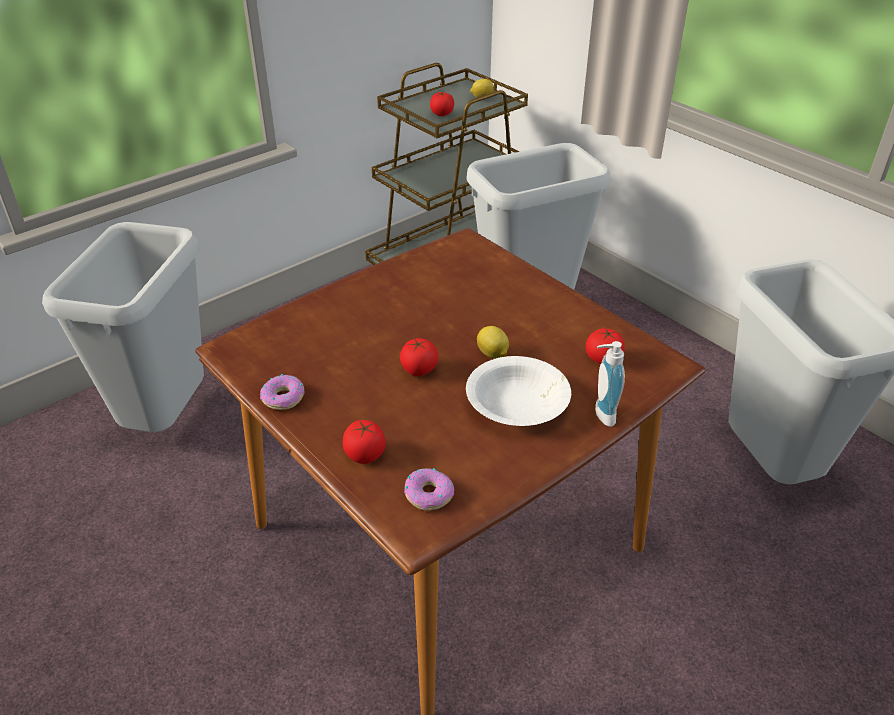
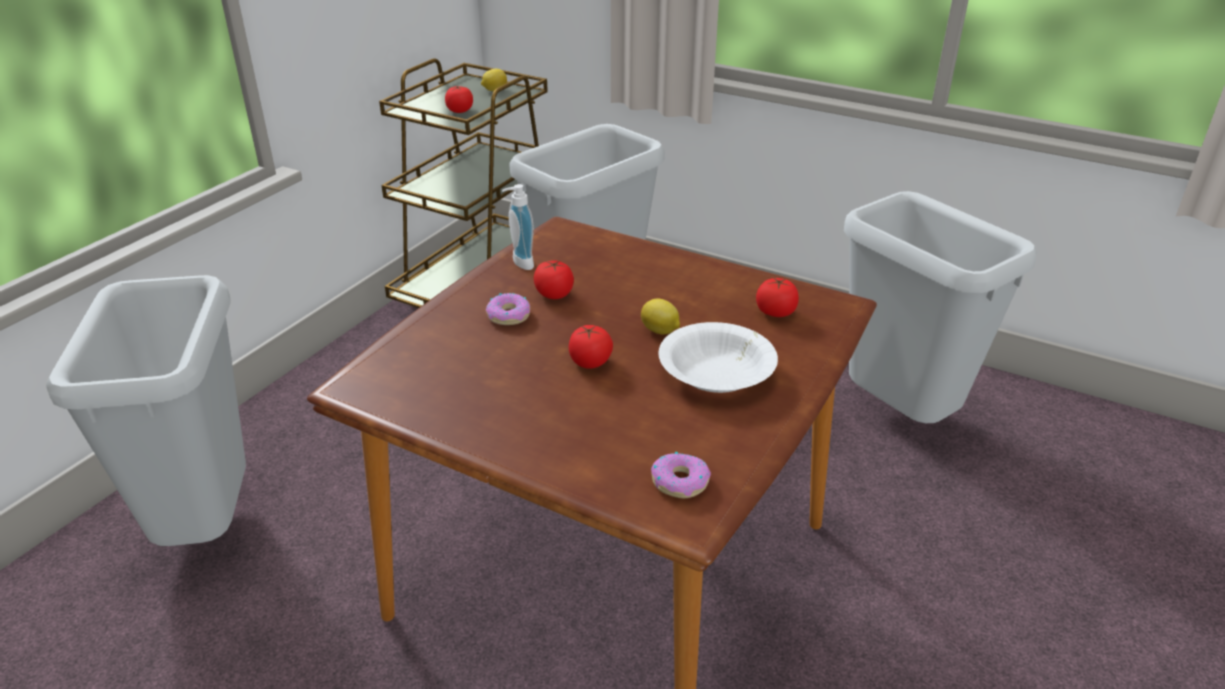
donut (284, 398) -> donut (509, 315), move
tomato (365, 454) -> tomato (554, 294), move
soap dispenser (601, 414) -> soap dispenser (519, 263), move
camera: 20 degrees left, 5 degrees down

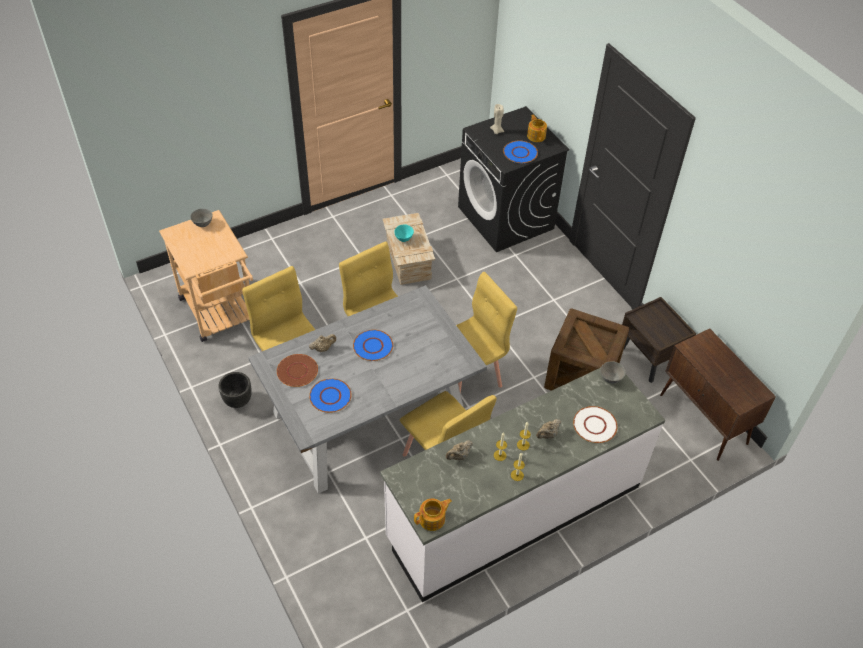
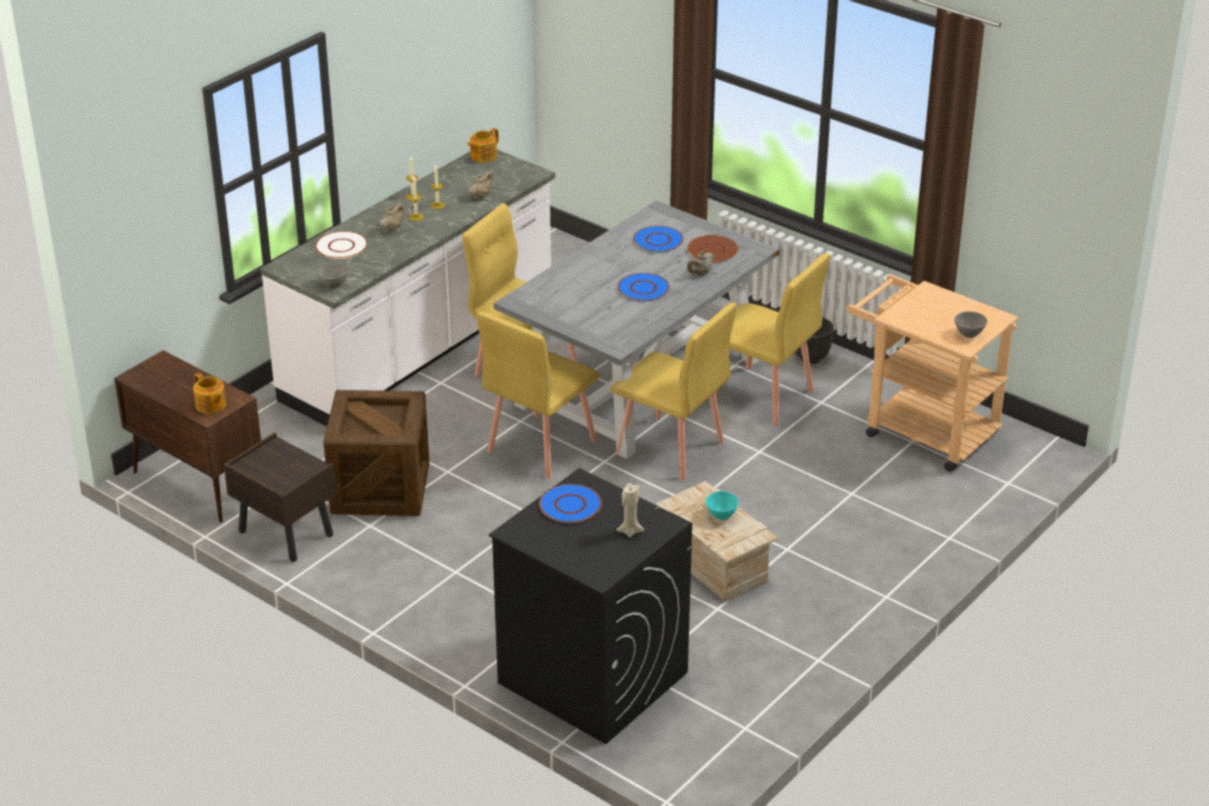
teapot (536, 136) -> teapot (211, 405), move
camera: 160 degrees right, 15 degrees down

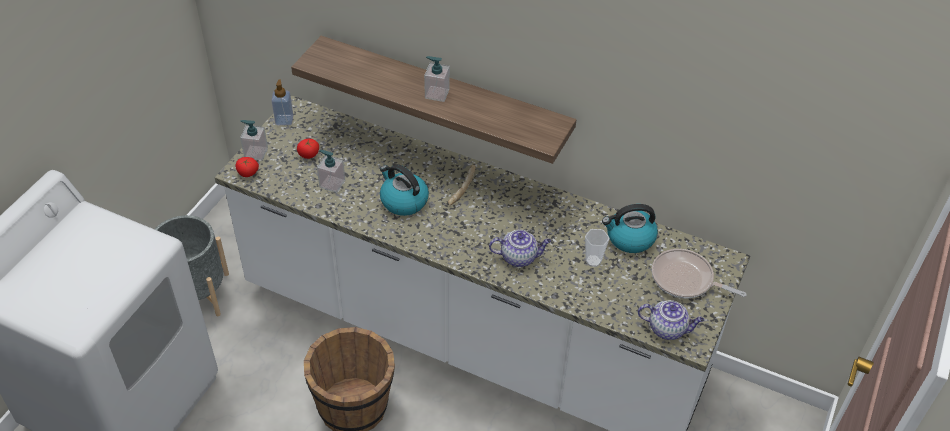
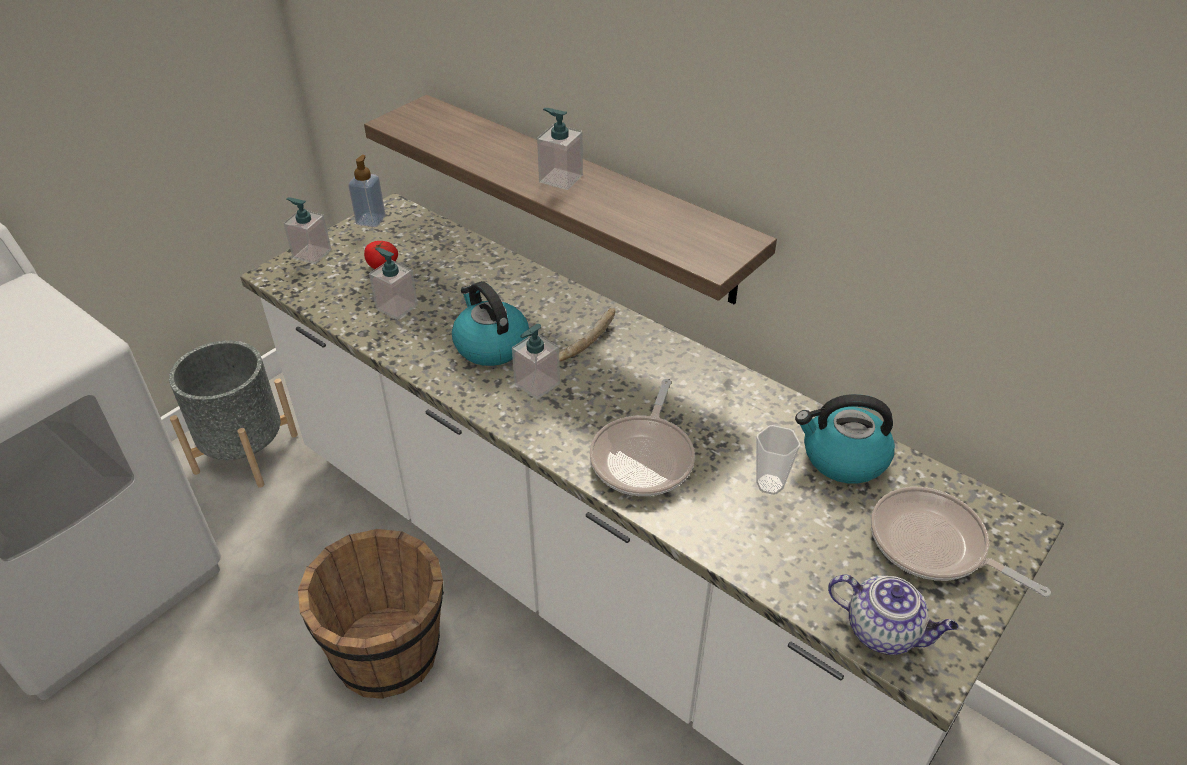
tomato (247, 173) -> none
none -> soap dispenser (537, 384)
teapot (519, 257) -> frying pan (644, 457)
camera: 15 degrees right, 5 degrees down

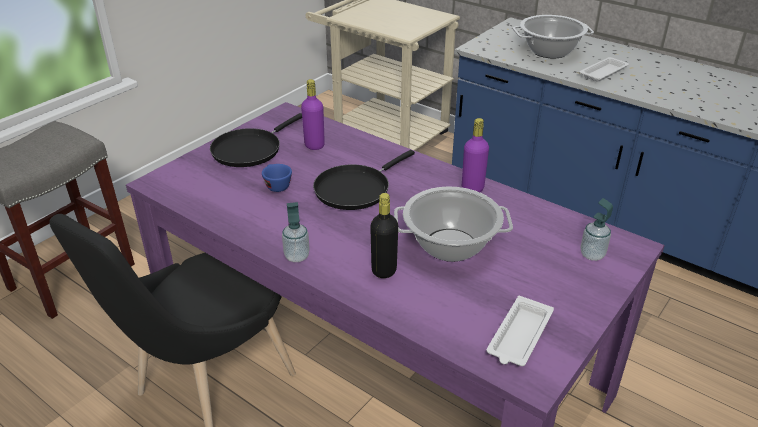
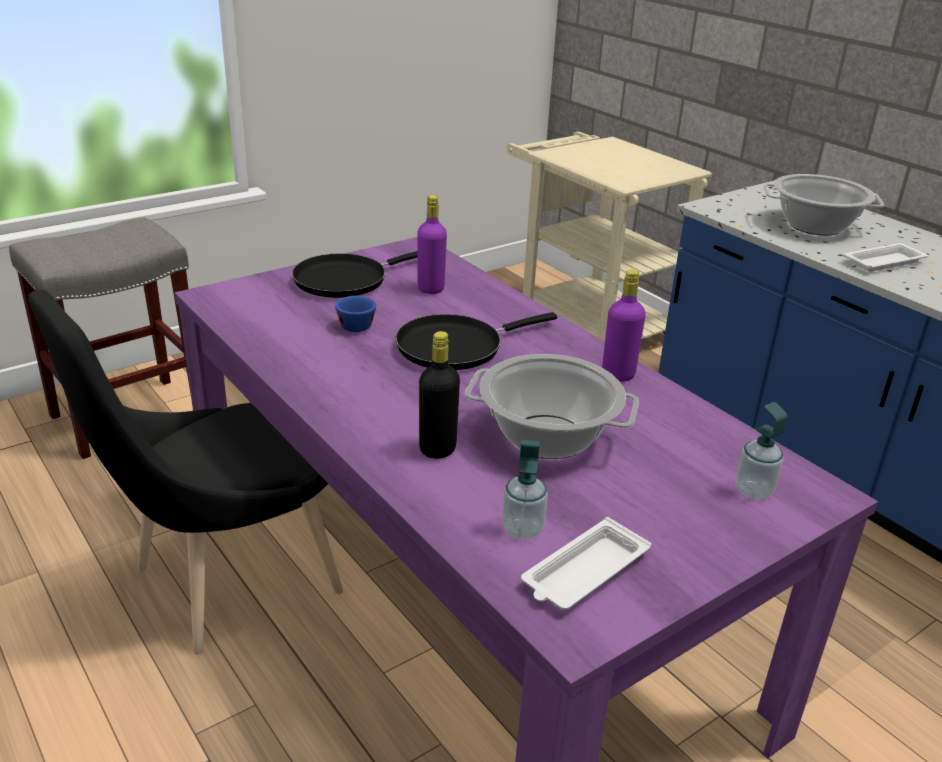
soap dispenser (297, 256) -> soap dispenser (522, 530), move
camera: 15 degrees right, 5 degrees down

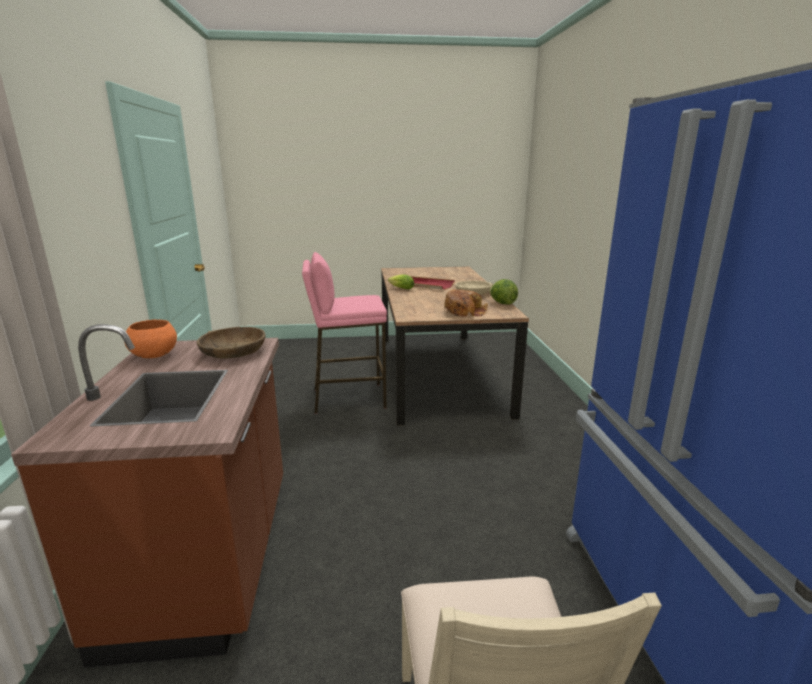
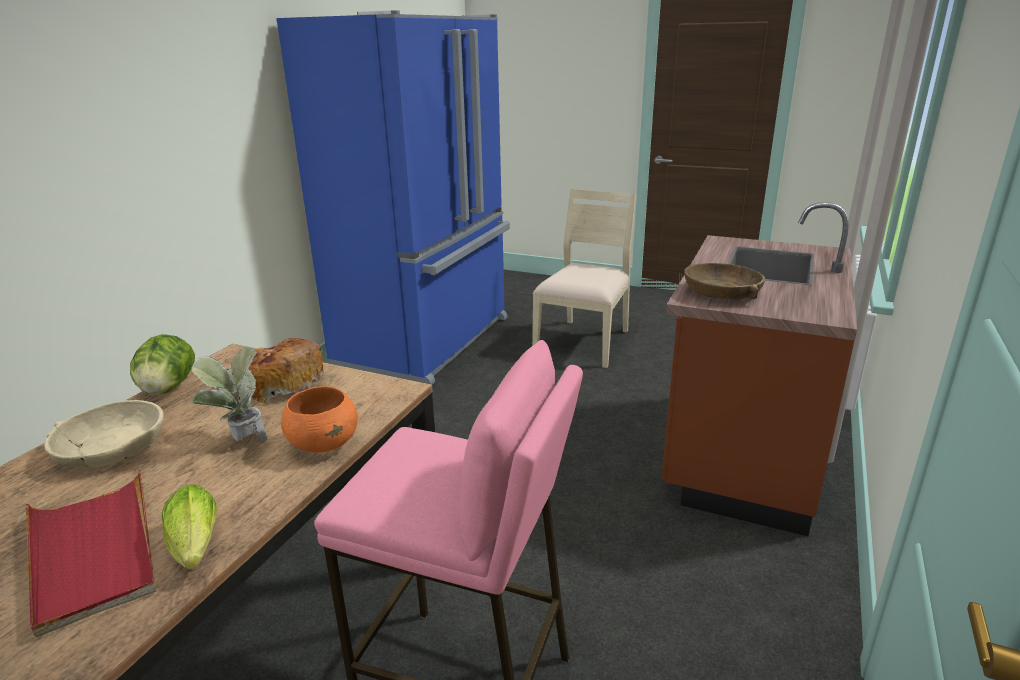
none -> potted plant (242, 443)
orange bowl (154, 356) -> orange bowl (324, 443), move
camera: 150 degrees left, 5 degrees up

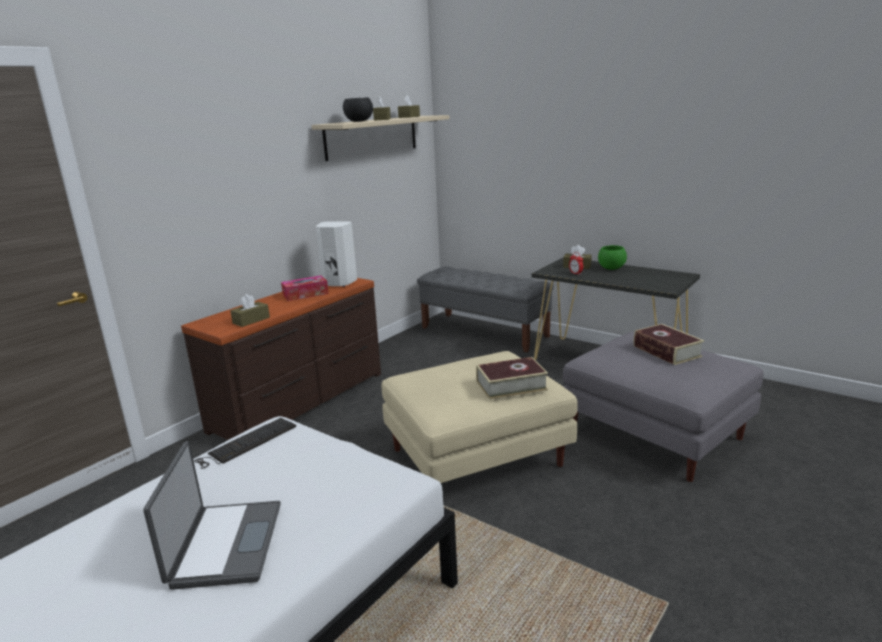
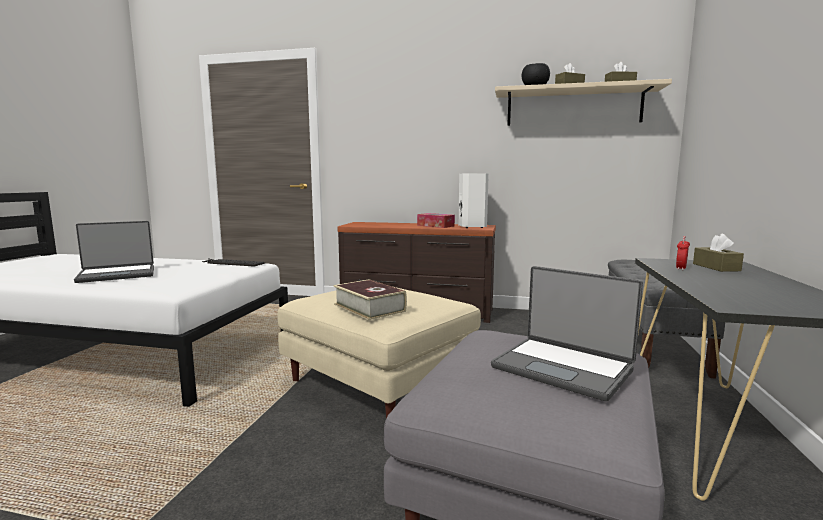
brown tissue box (251, 320) -> none
green bowl (611, 268) -> none
book (666, 351) -> laptop (563, 368)
camera: 65 degrees right, 10 degrees down

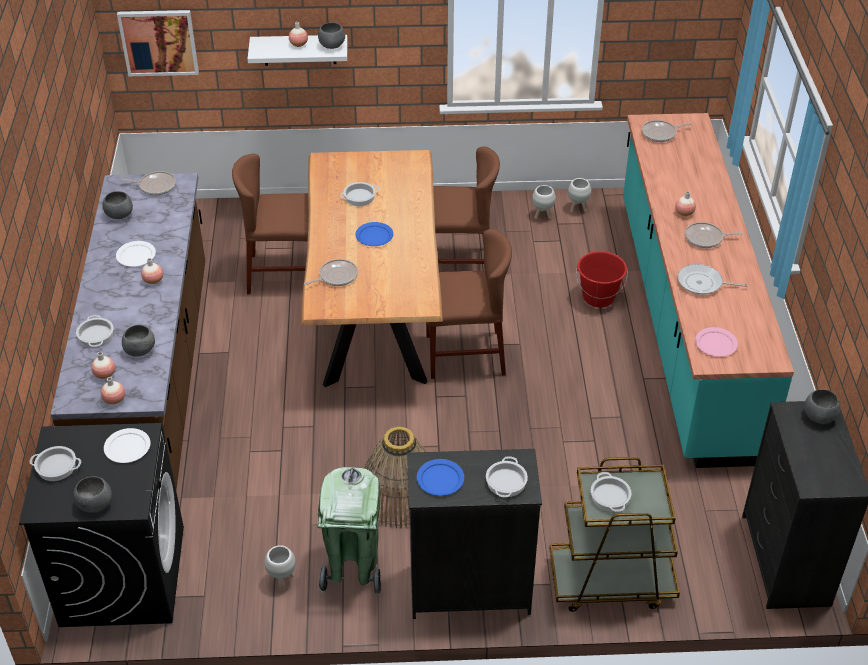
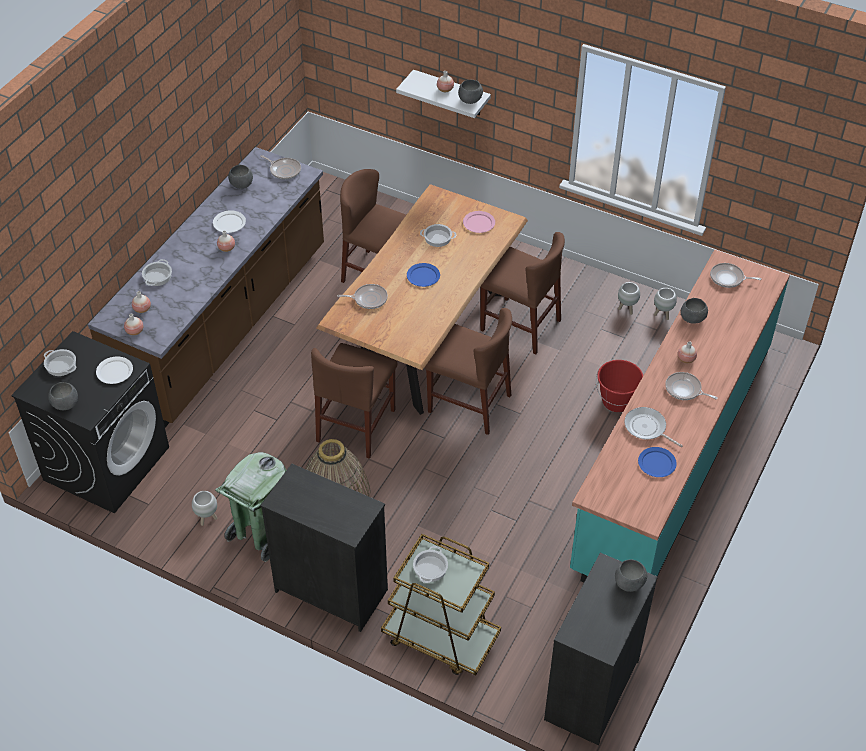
picture (159, 42) -> none
cooking pot (506, 482) -> none
none -> brown chair (356, 425)
grey bowl (140, 351) -> grey bowl (692, 319), move
blue plate (440, 479) -> blue plate (656, 463), move
pink plate (715, 344) -> pink plate (478, 223), move
camera: 30 degrees right, 5 degrees up

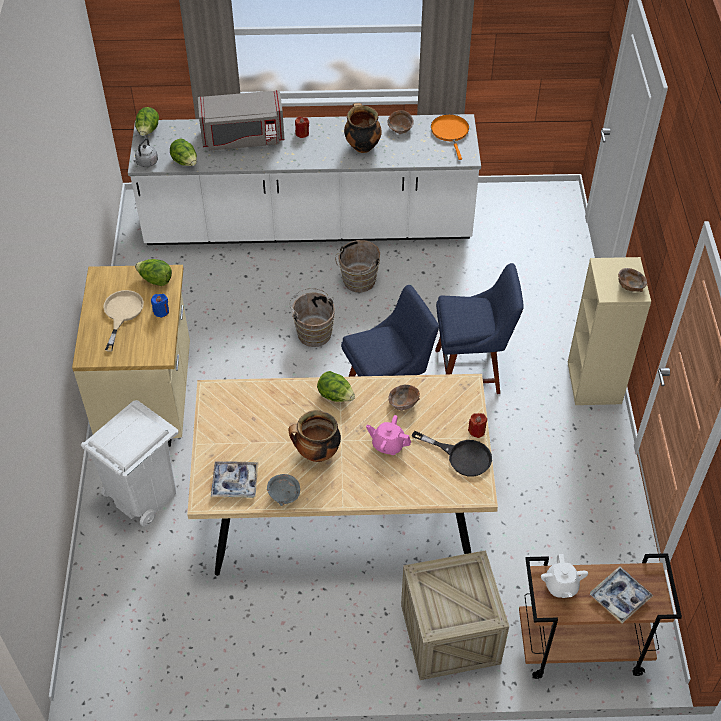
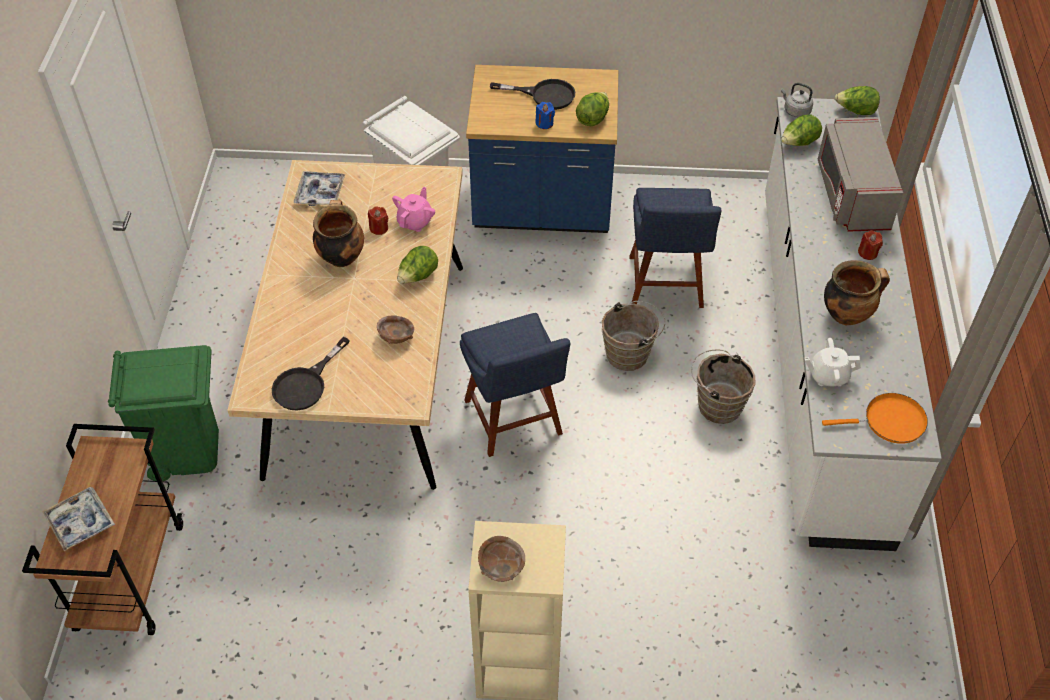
grey bowl (284, 495) -> none
brown bowl (400, 128) -> none
pink teapot (388, 445) -> pink teapot (415, 221), move
blue chair (471, 371) -> blue chair (666, 285), move
red candle (477, 431) -> red candle (379, 228), move
white teapot (561, 586) -> white teapot (828, 376), move
crate (450, 634) -> green trash can (186, 449)
beige counter (148, 397) -> blue counter (542, 209)
beige frying pan (122, 314) -> black frying pan (544, 95)
camera: 95 degrees right, 0 degrees up

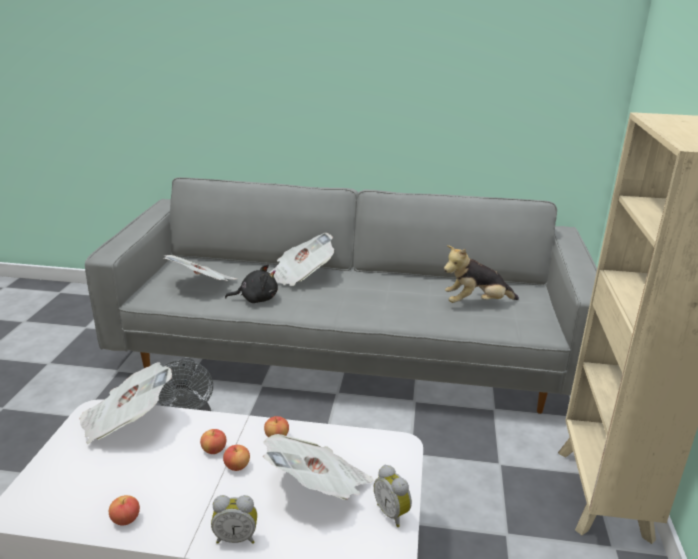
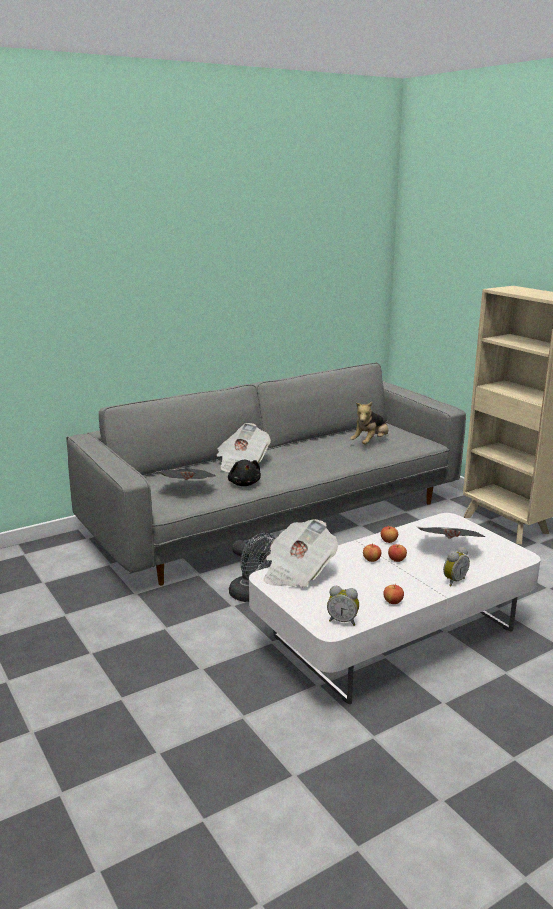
alarm clock (393, 513) -> alarm clock (342, 621), move
black plush toy (256, 299) -> black plush toy (244, 483), 120 degrees clockwise
camera: 40 degrees left, 5 degrees down

